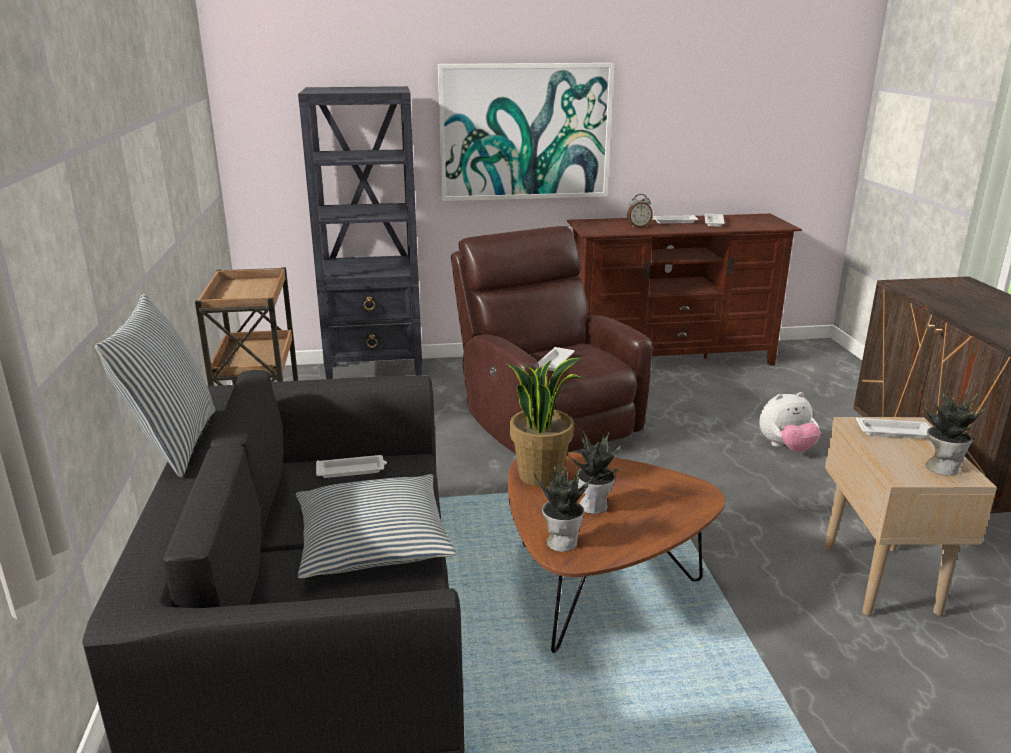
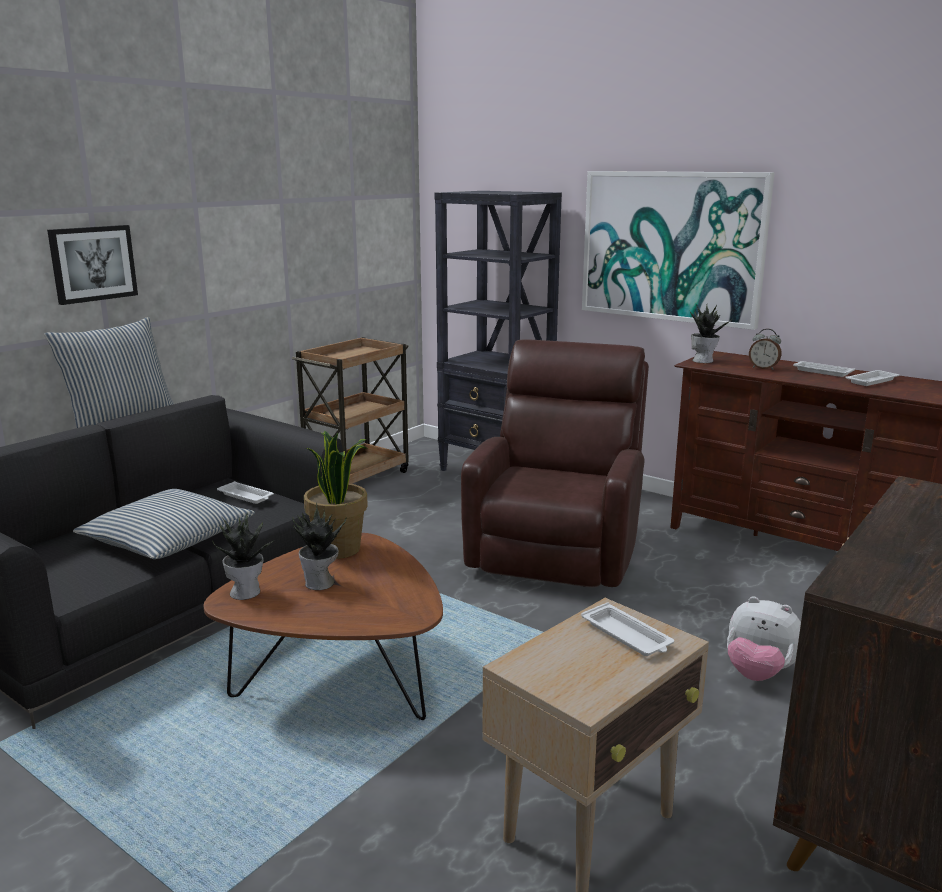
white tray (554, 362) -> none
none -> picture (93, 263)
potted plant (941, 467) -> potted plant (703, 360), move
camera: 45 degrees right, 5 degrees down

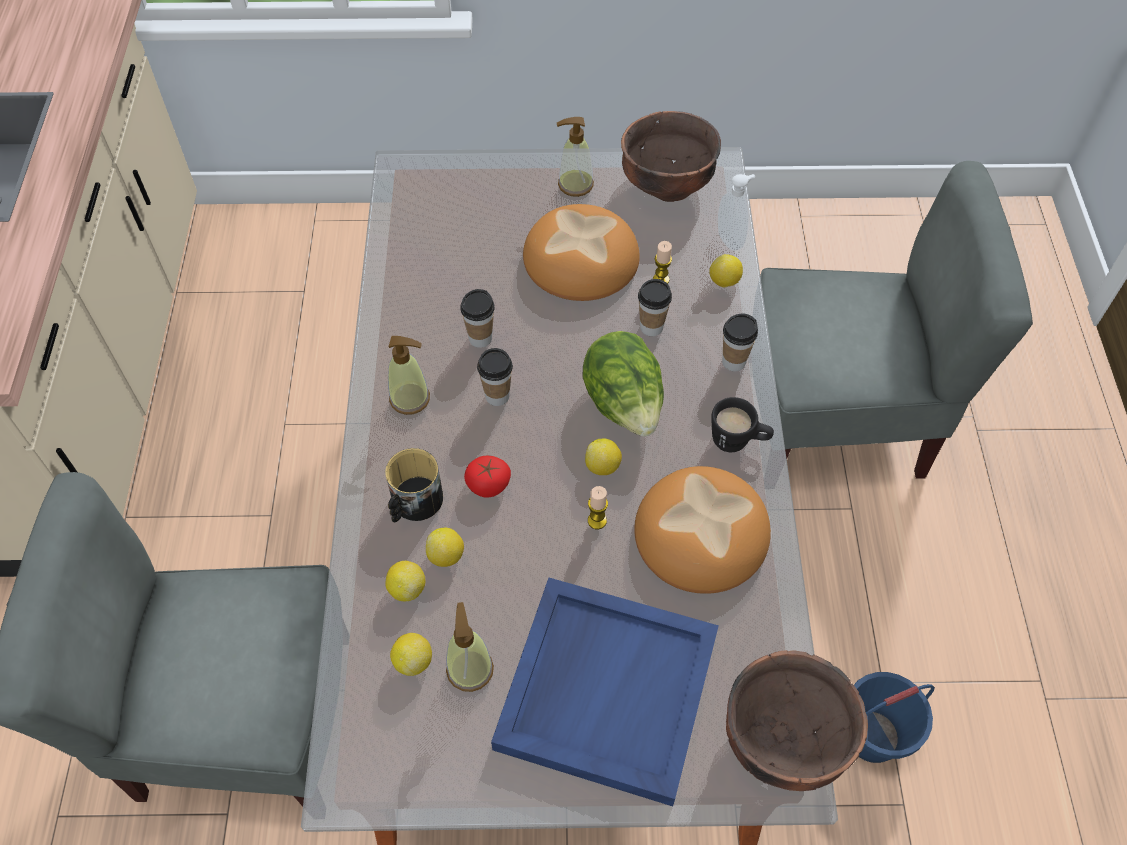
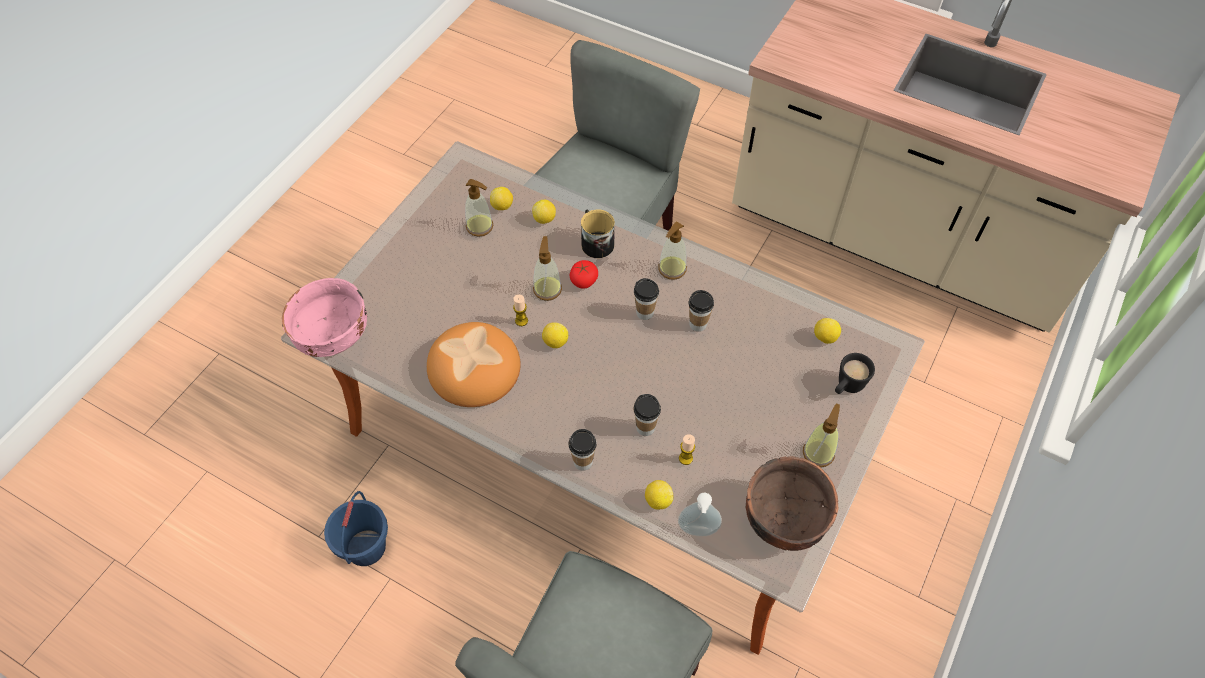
blue tray (606, 688) -> none
bread (582, 259) -> none
lettuce (624, 405) -> none
none -> soap dispenser (547, 289)
lemon (446, 556) -> lemon (824, 337), move
black mug (738, 441) -> black mug (846, 387), move
brown bowl (783, 738) -> pink bowl (335, 338)
camera: 120 degrees right, 0 degrees up

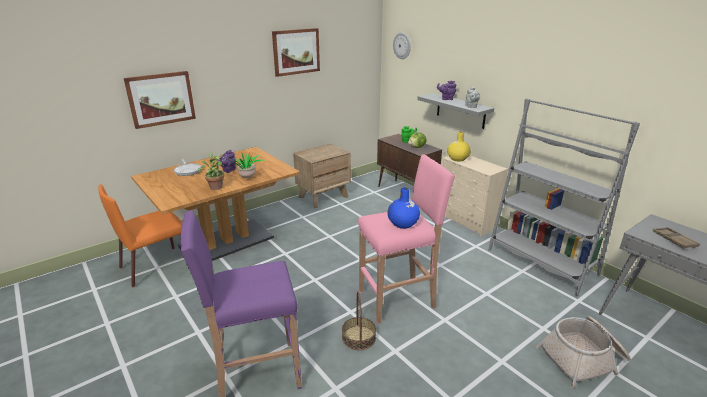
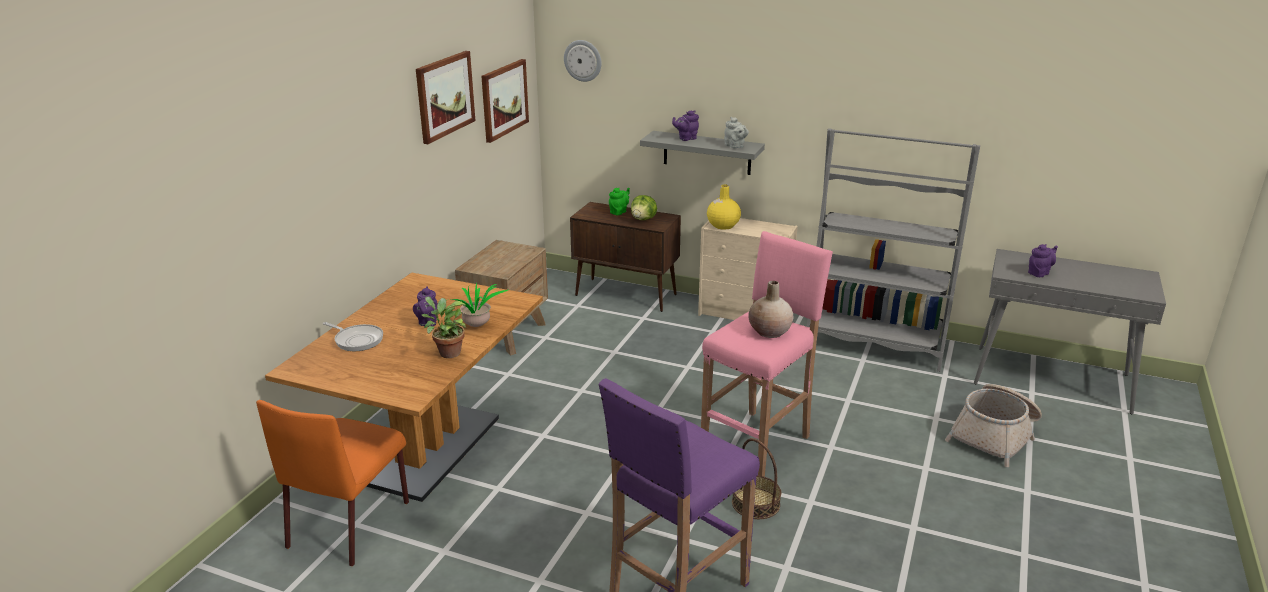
picture (161, 99) -> picture (504, 99), move
brown tray (674, 240) -> purple teapot (1039, 273)
blue vase (403, 224) -> beige vase (770, 332)
camera: 30 degrees left, 0 degrees up

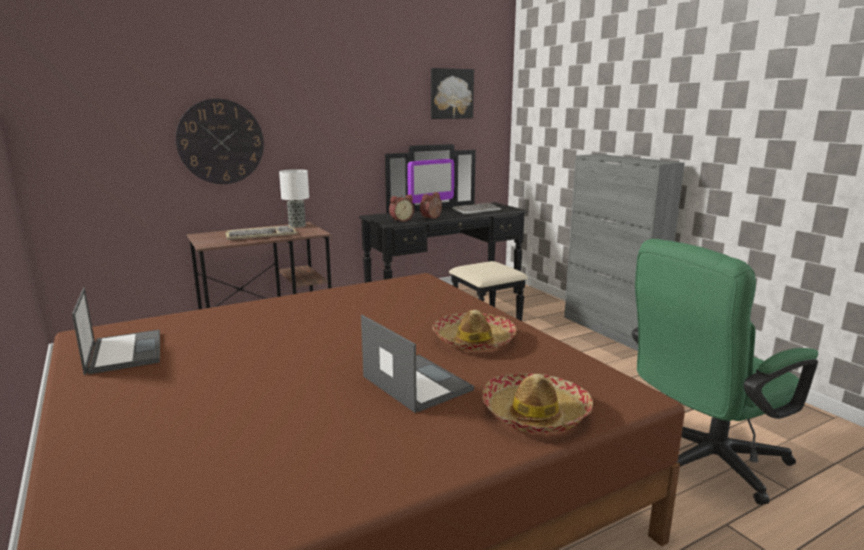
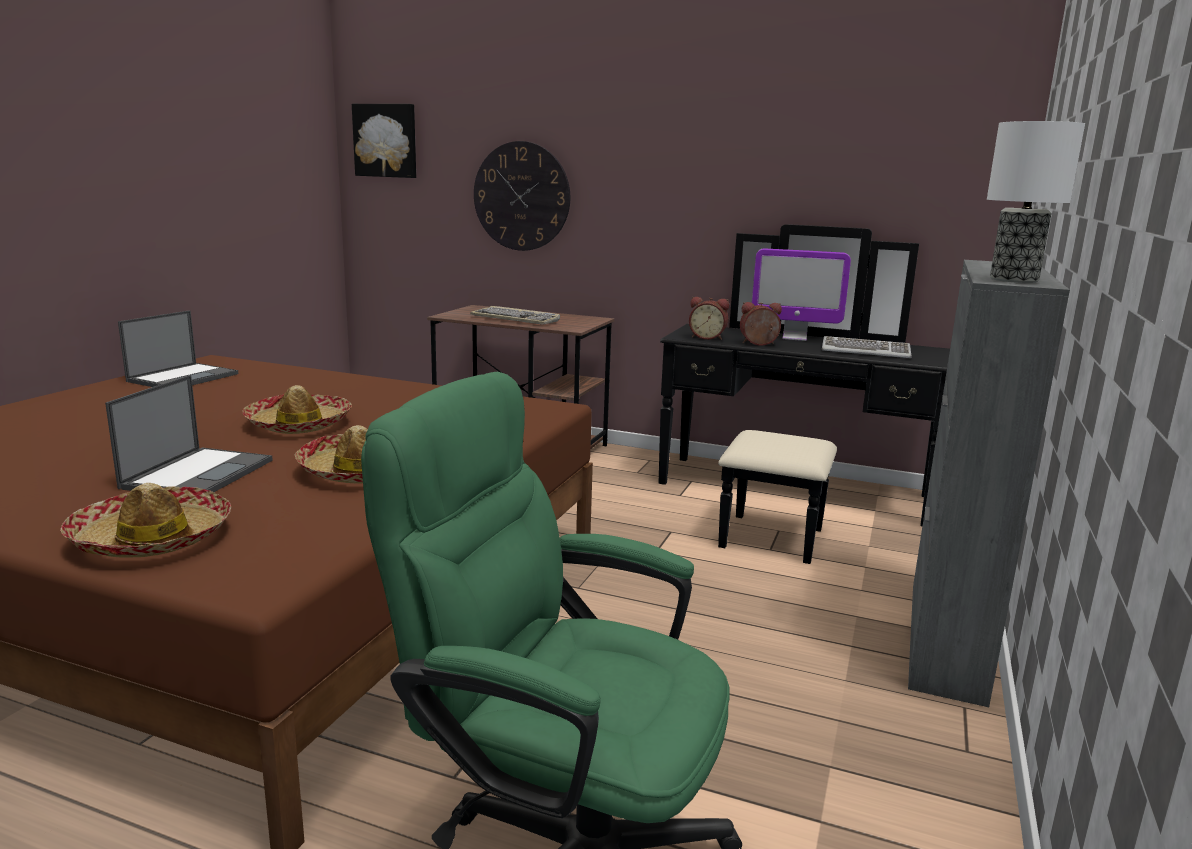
none -> hat (299, 424)
table lamp (297, 225) -> table lamp (1015, 280), move
picture (451, 94) -> picture (386, 141), move
camera: 50 degrees right, 0 degrees up

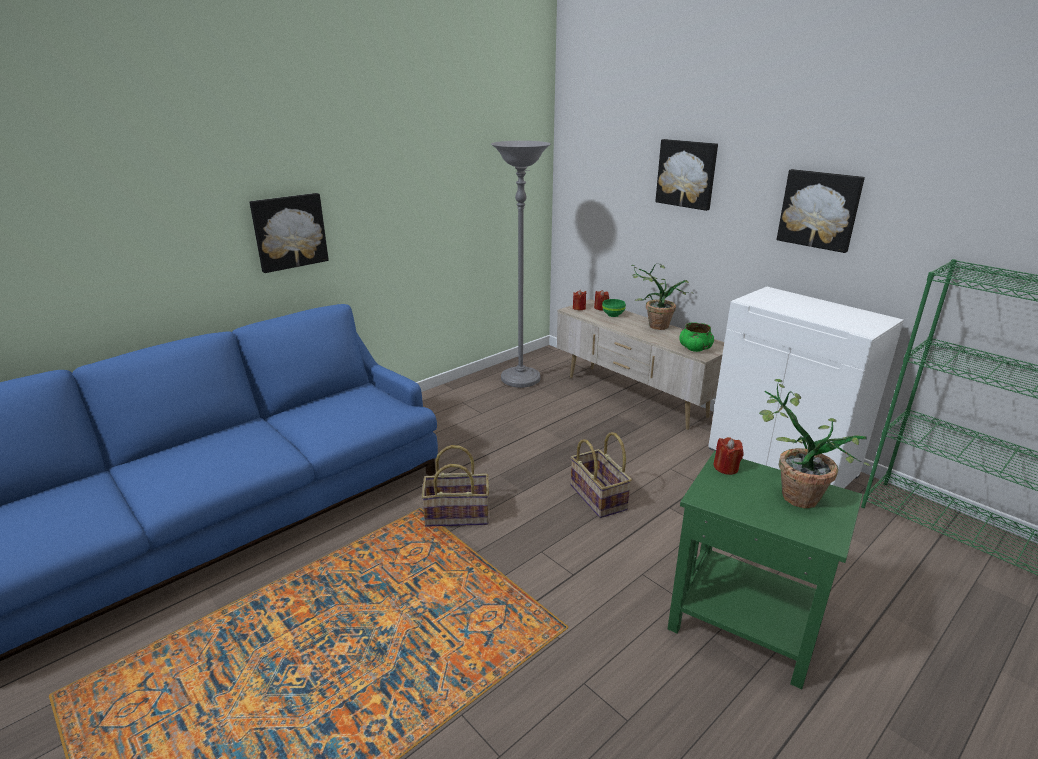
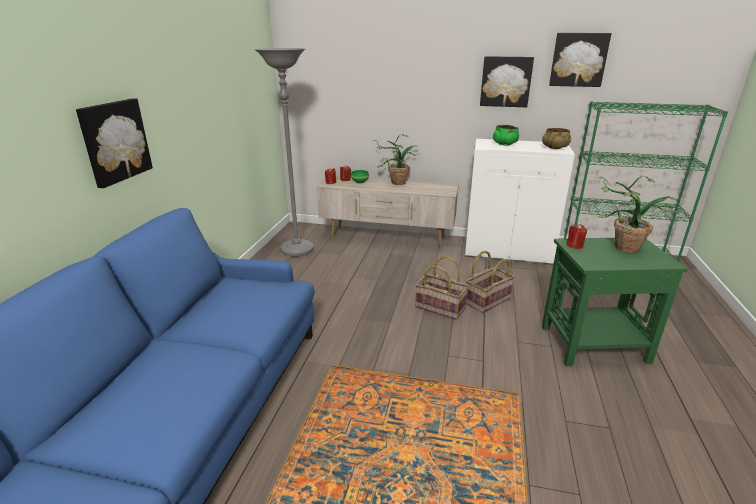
none -> beige bowl (555, 147)
basket (457, 515) -> basket (487, 300), move
picture (687, 174) -> picture (578, 60), move
green bowl (695, 348) -> green bowl (504, 144), move
camera: 35 degrees left, 0 degrees up

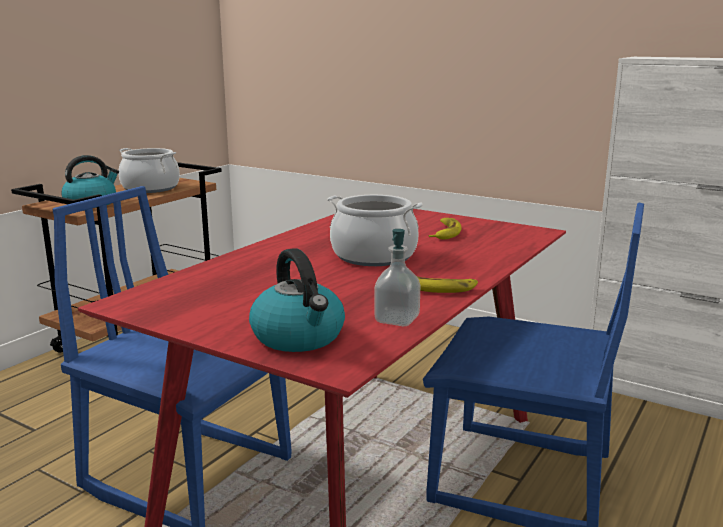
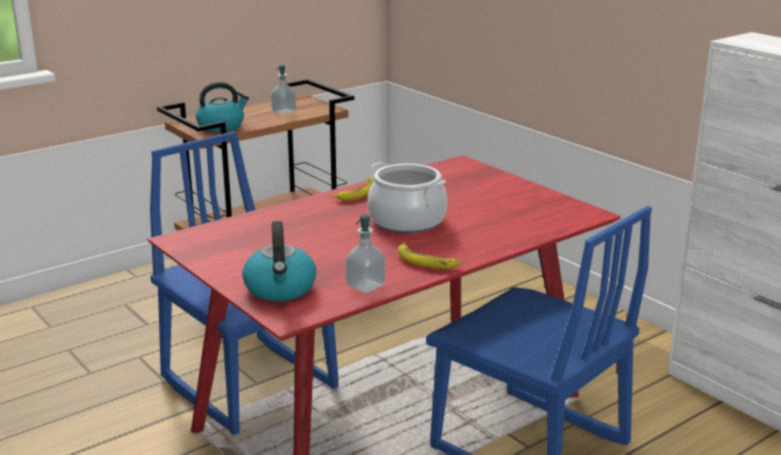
banana (445, 232) -> banana (357, 193), move
cooking pot (150, 188) -> soap dispenser (284, 111)
camera: 20 degrees right, 5 degrees up

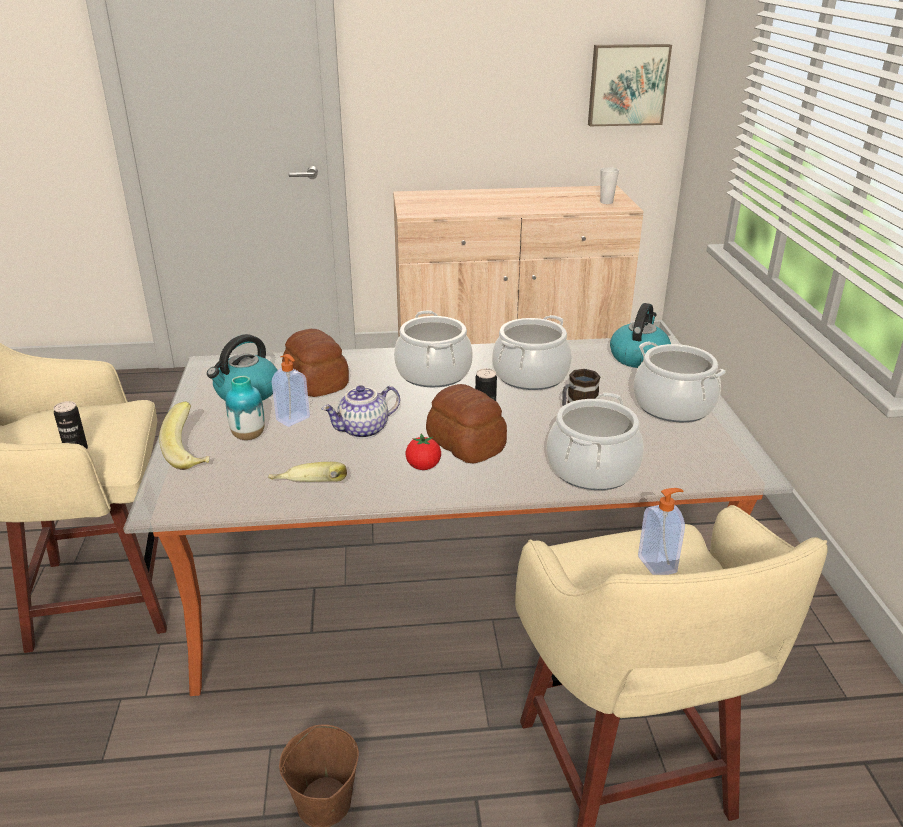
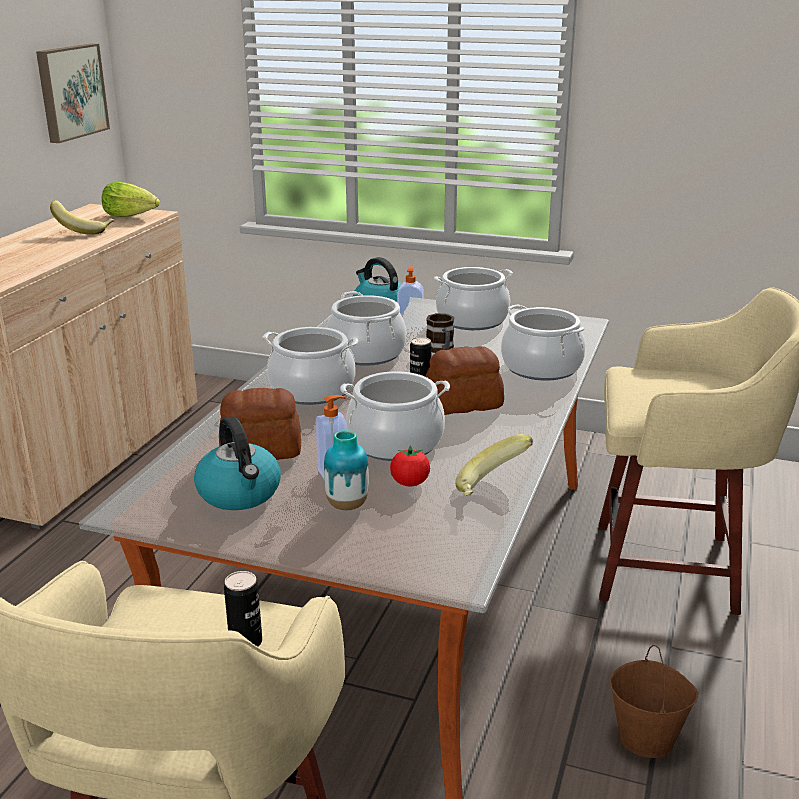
banana (193, 454) -> banana (84, 231), move
tomato (423, 466) -> tomato (410, 483), move
soap dispenser (658, 564) -> soap dispenser (410, 328), move
teapot (363, 430) -> cooking pot (395, 443)
cup (606, 202) -> lettuce (131, 216)
camera: 65 degrees left, 5 degrees down

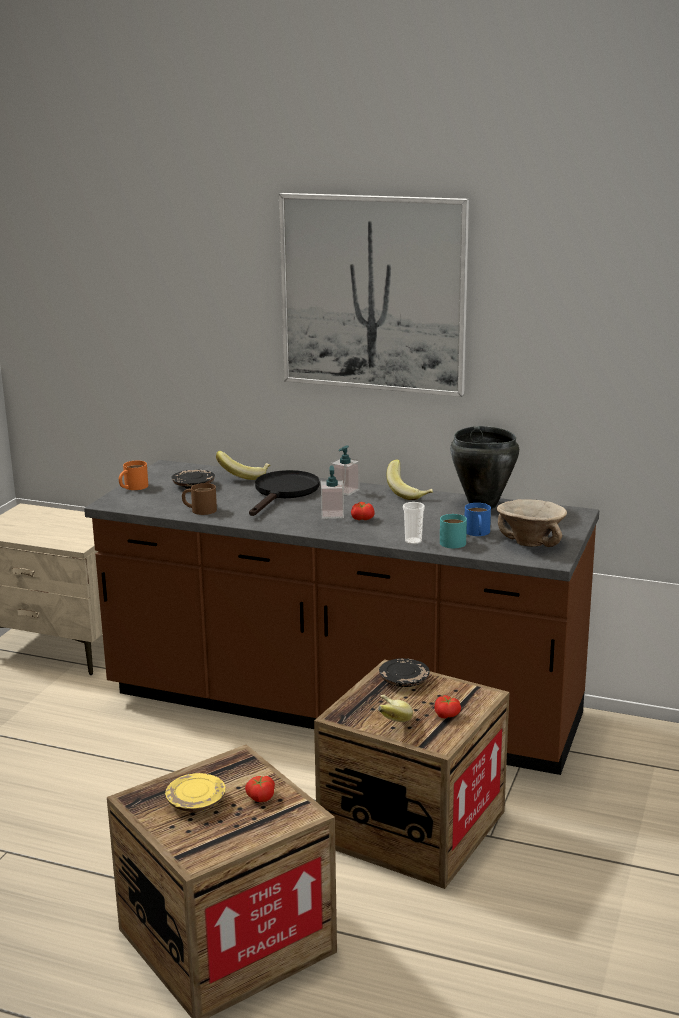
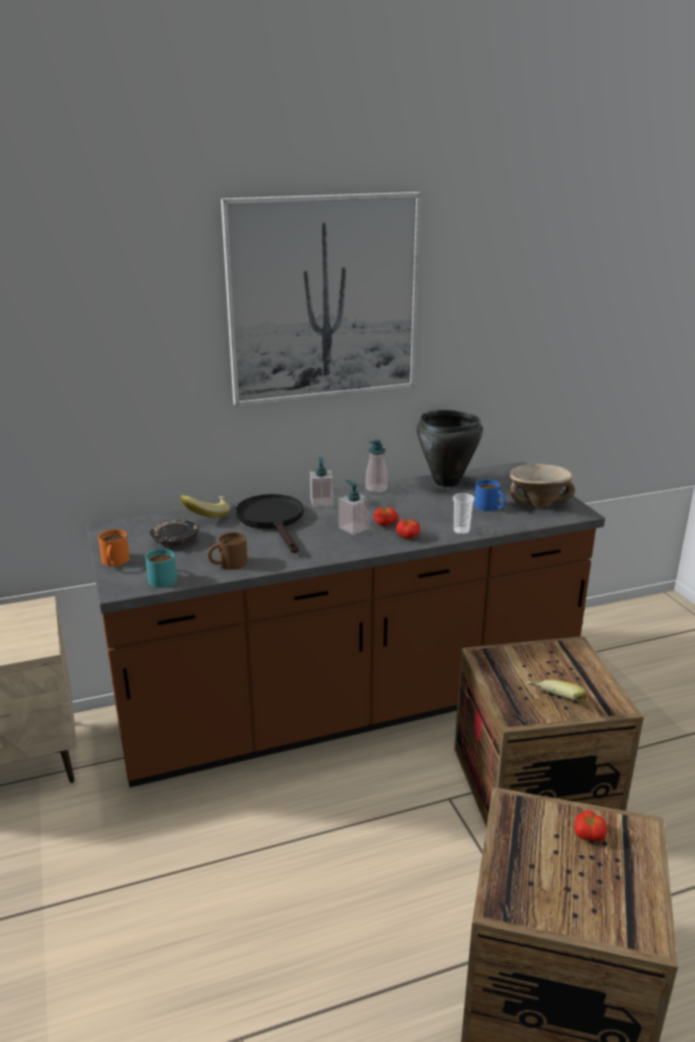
yellow plate (196, 802) -> none
black plate (404, 681) -> none
tomato (447, 715) -> tomato (408, 536), move
turquoise mug (454, 541) -> turquoise mug (161, 577), move
banana (409, 493) -> soap dispenser (376, 489)
camera: 40 degrees left, 5 degrees up

